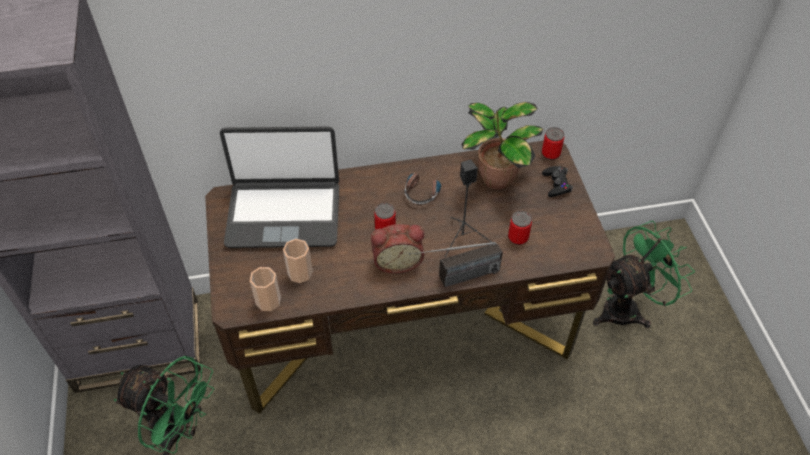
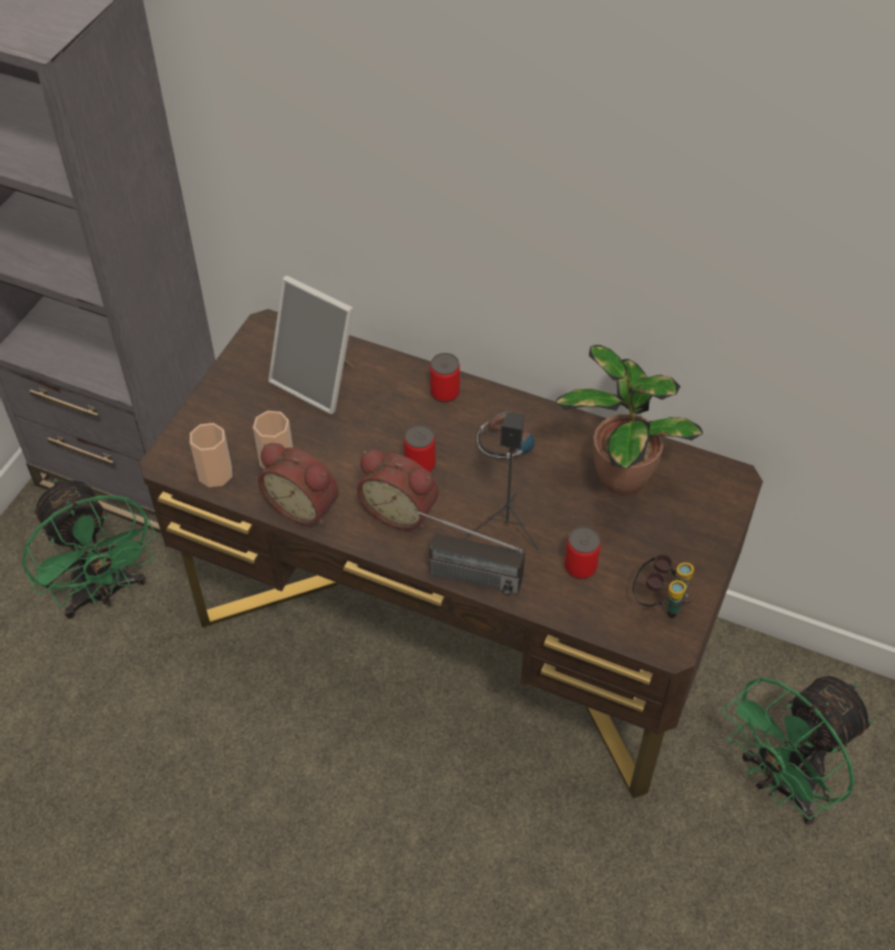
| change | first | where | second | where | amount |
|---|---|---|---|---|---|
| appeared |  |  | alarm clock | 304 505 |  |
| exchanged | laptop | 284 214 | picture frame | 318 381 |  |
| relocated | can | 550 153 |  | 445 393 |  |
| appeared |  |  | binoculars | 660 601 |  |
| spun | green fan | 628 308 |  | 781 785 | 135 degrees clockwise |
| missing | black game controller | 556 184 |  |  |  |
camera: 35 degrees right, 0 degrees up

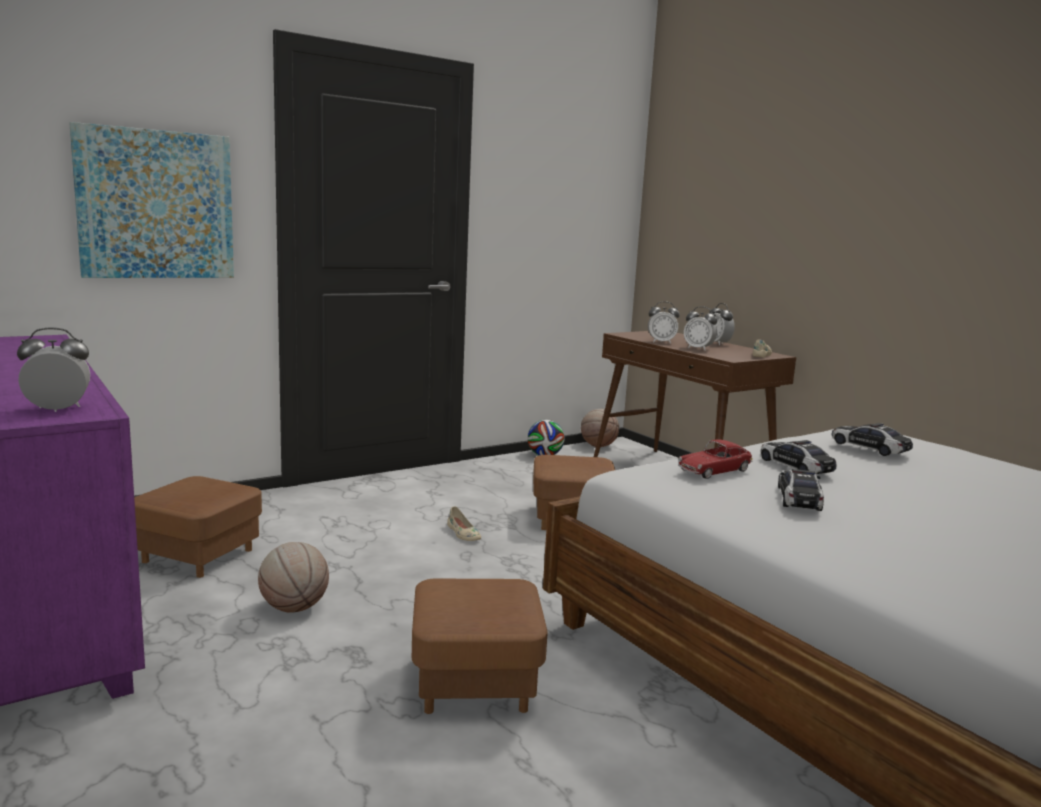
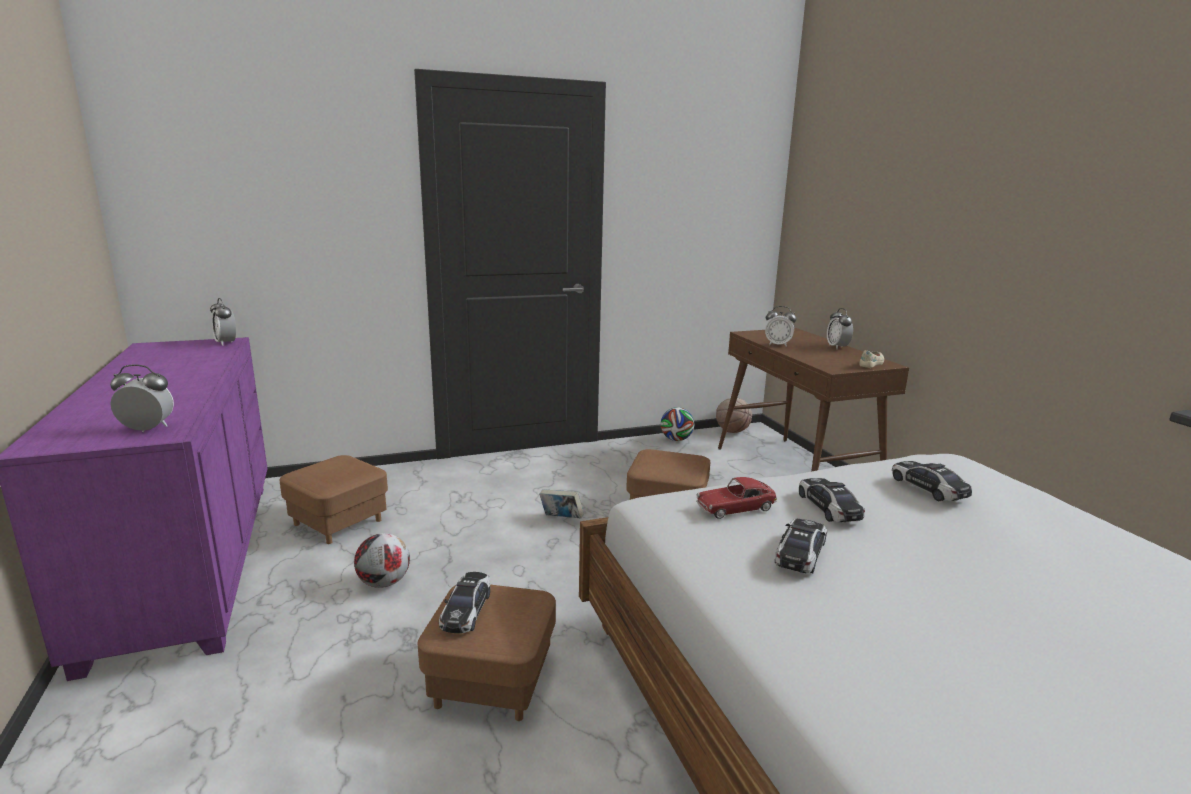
| change | first | where | second | where | amount |
|---|---|---|---|---|---|
| relocated | alarm clock | 698 349 |  | 226 343 |  |
| exchanged | basketball | 294 608 | football | 384 582 |  |
| appeared |  |  | toy car | 466 610 |  |
| exchanged | beige shoe | 463 534 | book | 561 519 |  |
| missing | picture | 156 205 |  |  |  |
camera: 15 degrees right, 5 degrees up

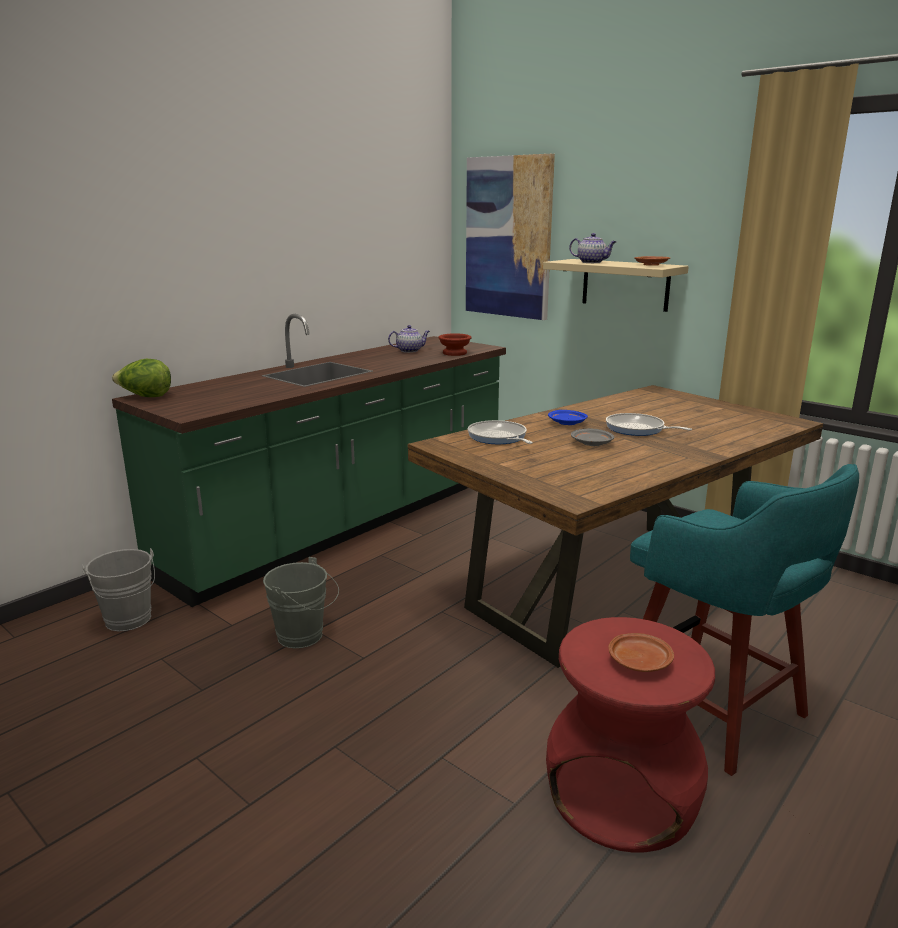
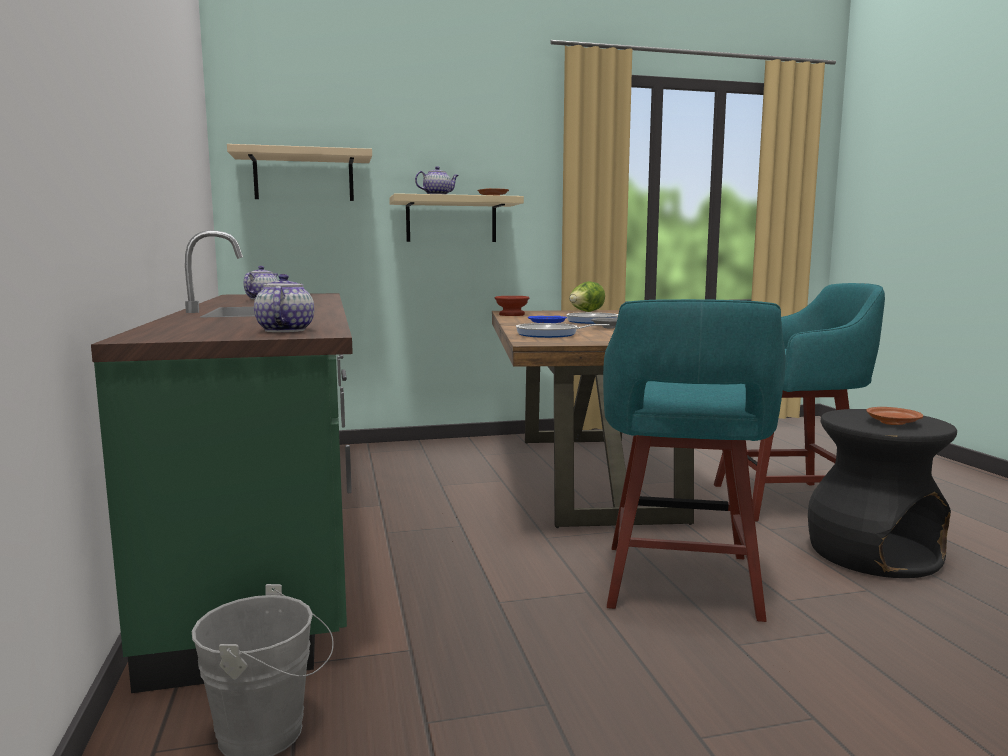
| change | first | where | second | where | amount |
|---|---|---|---|---|---|
| exchanged | picture | 508 238 | beige shelf | 304 177 |  |
| appeared |  |  | teapot | 285 330 |  |
| relocated | brown bowl | 453 353 |  | 511 315 |  |
| relocated | lettuce | 145 397 |  | 586 312 |  |
| appeared |  |  | turquoise stool | 680 583 |  |
| colour | red stool | 622 795 | black stool | 872 553 |  |
| missing | grey bucket | 304 637 |  |  |  |
camera: 55 degrees left, 10 degrees down

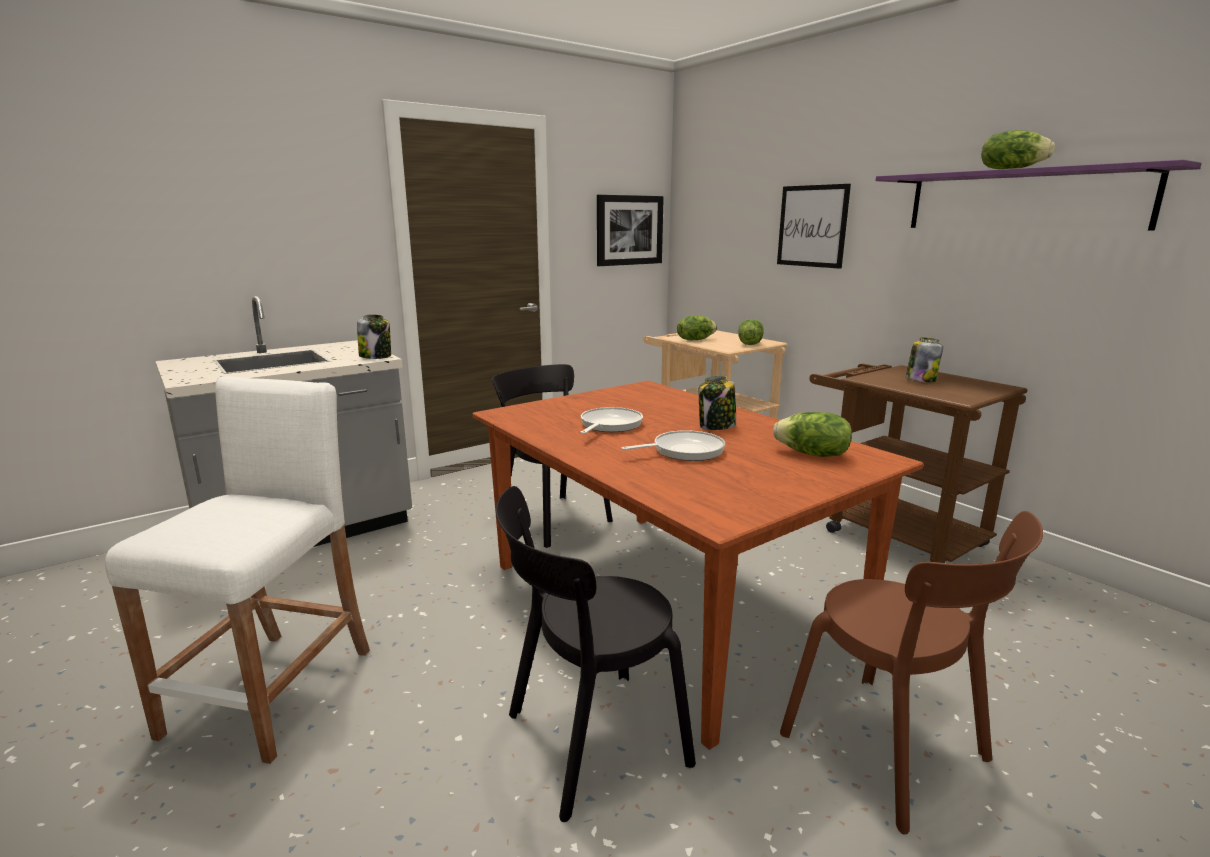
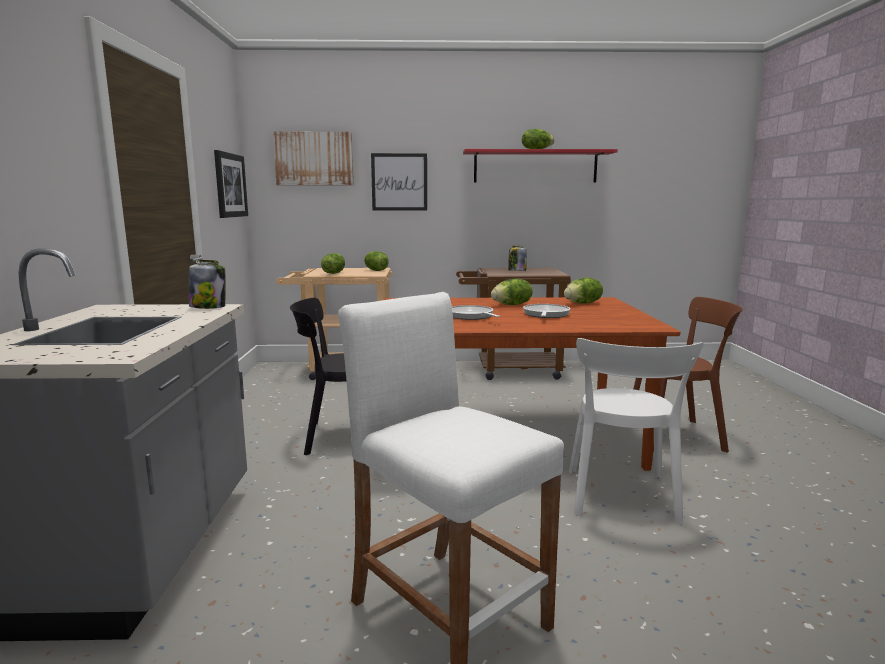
| change | first | where | second | where | amount |
|---|---|---|---|---|---|
| appeared |  |  | picture | 314 158 |  |
| colour | purple shelf | 1022 200 | red shelf | 535 167 |  |
| exchanged | jar | 716 426 | lettuce | 512 305 |  |
| colour | black chair | 589 741 | white chair | 621 498 |  |
camera: 55 degrees left, 5 degrees down

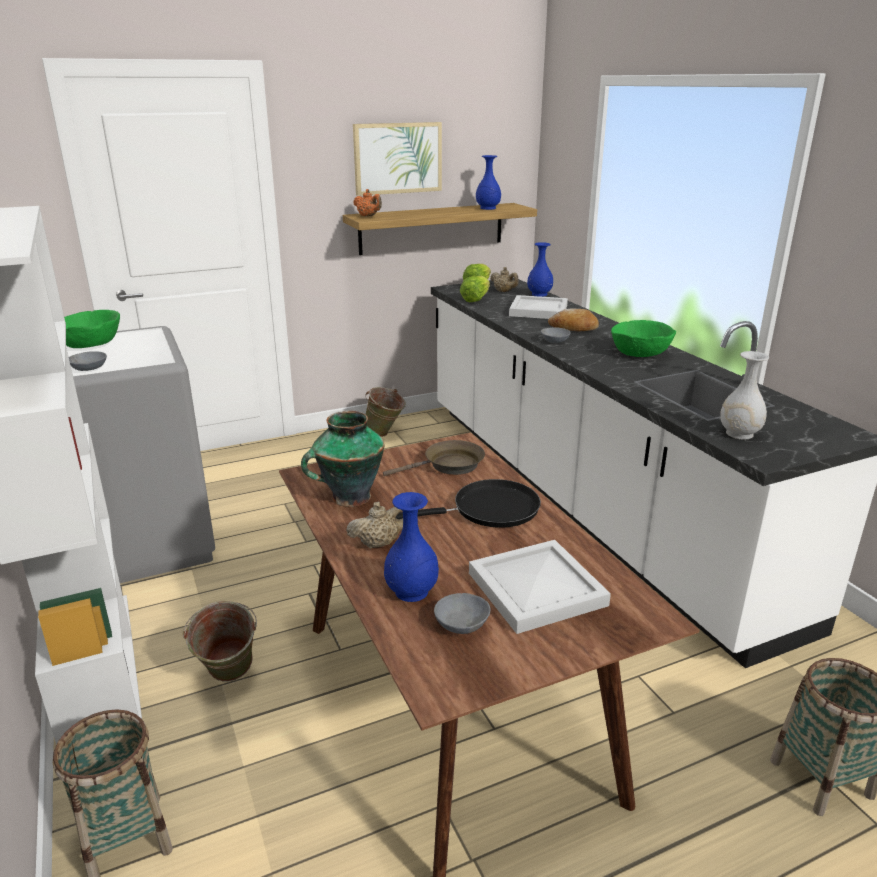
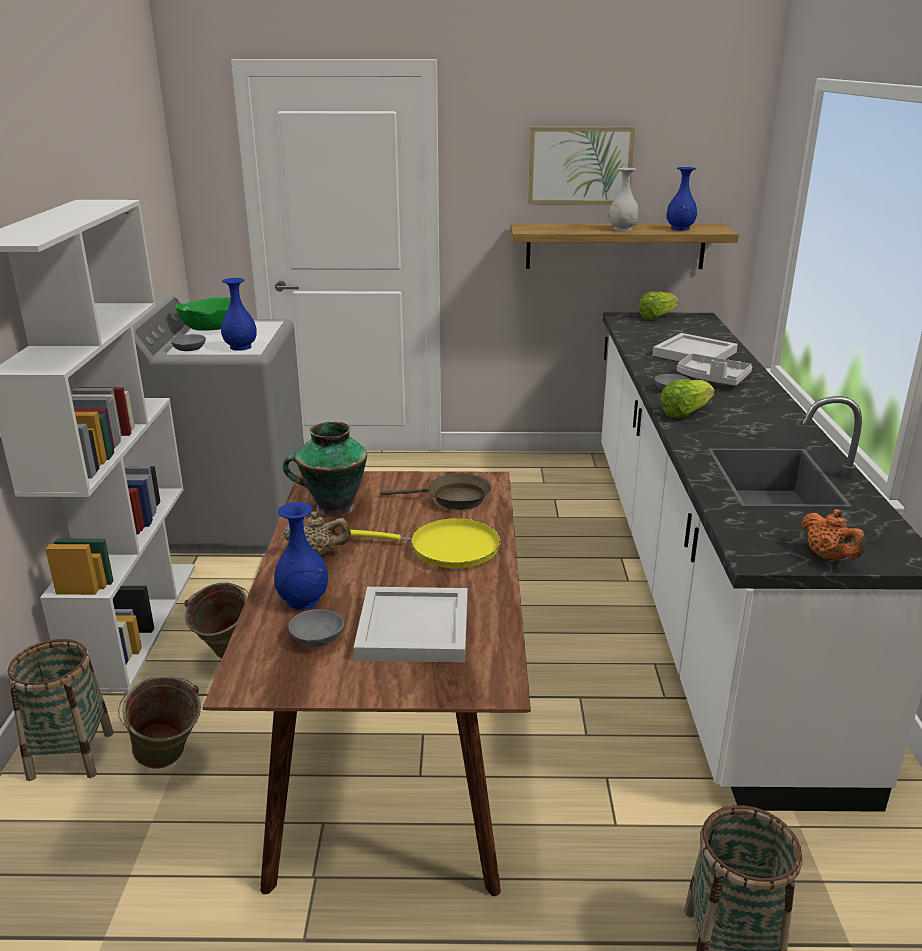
| change | first | where | second | where | amount |
|---|---|---|---|---|---|
| relocated | green bucket | 384 434 |  | 168 763 |  |
| relocated | blue vase | 539 294 |  | 241 347 |  |
| colour | black frying pan | 490 510 | yellow frying pan | 447 548 |  |
| relocated | white vase | 739 433 |  | 622 229 |  |
| relocated | lettuce | 475 299 |  | 684 413 |  |
| exchanged | bread | 574 328 | grey tray | 712 379 |  |
| relocated | orange teapot | 368 216 |  | 828 557 |  |
| missing | beige teapot | 504 291 |  |  |  |
| missing | green bowl | 639 353 |  |  |  |
camera: 25 degrees right, 0 degrees up

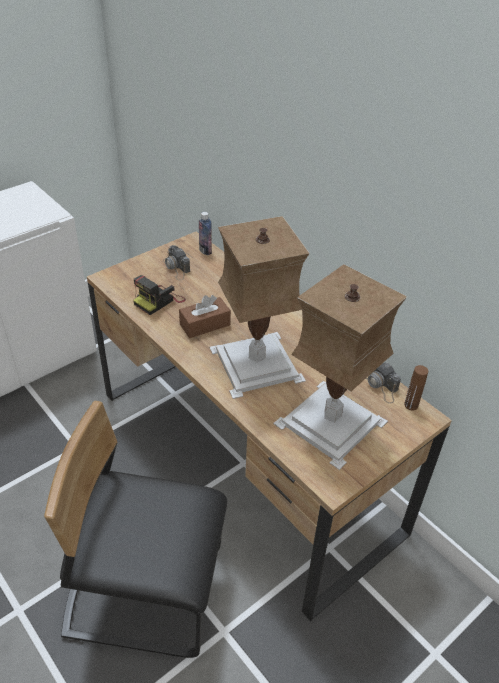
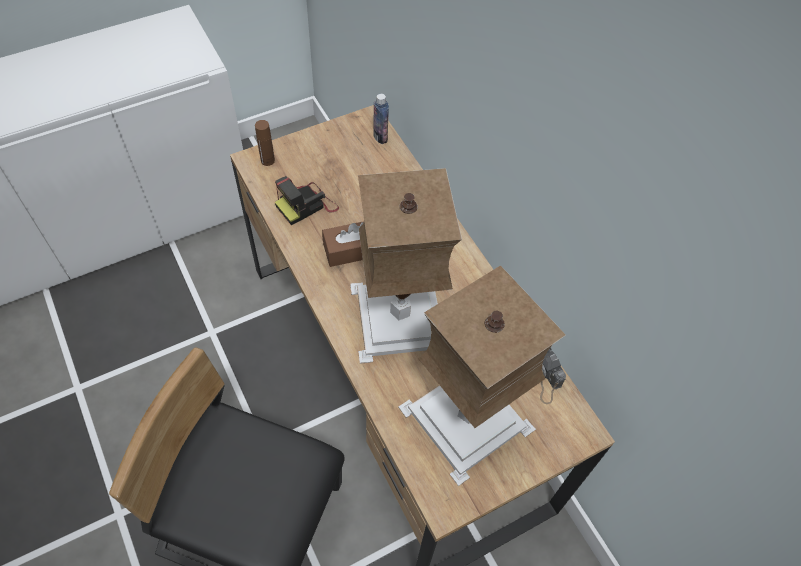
| change | first | where | second | where | amount |
|---|---|---|---|---|---|
| relocated | brown bottle | 411 405 |  | 267 160 |  |
| missing | photo camera | 176 268 |  |  |  |
camera: 10 degrees right, 15 degrees up

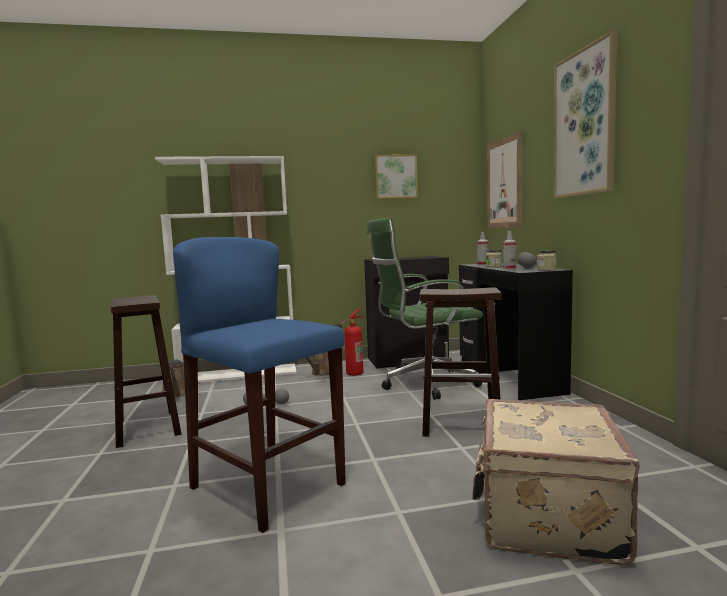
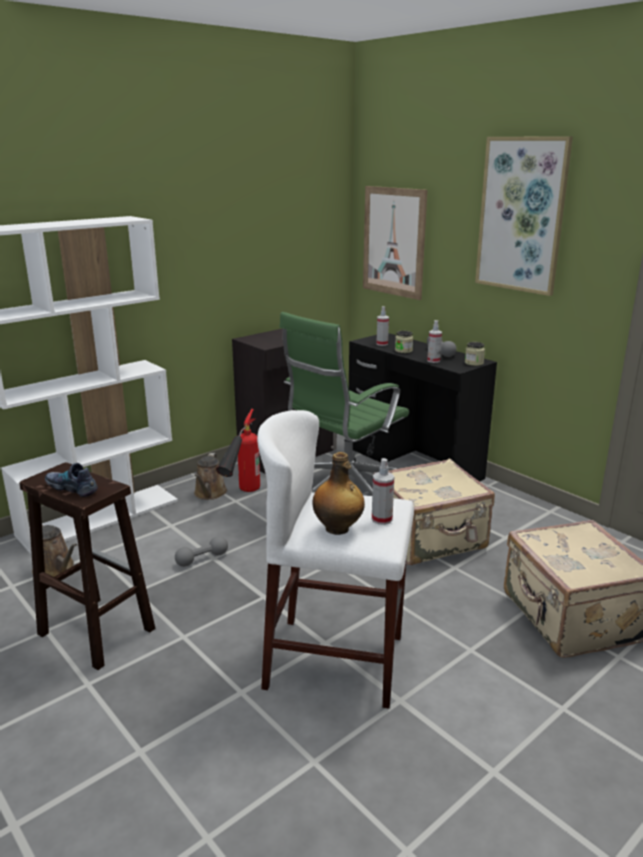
| change | first | where | second | where | amount |
|---|---|---|---|---|---|
| appeared |  |  | shoe | 72 488 |  |
| colour | blue stool | 267 486 | white stool | 335 661 |  |
| appeared |  |  | bottle | 338 529 |  |
| appeared |  |  | spray bottle | 382 519 |  |
| exchanged | brown stool | 462 425 | beige suitcase | 430 539 |  |
| missing | picture | 395 176 |  |  |  |
camera: 30 degrees left, 15 degrees up

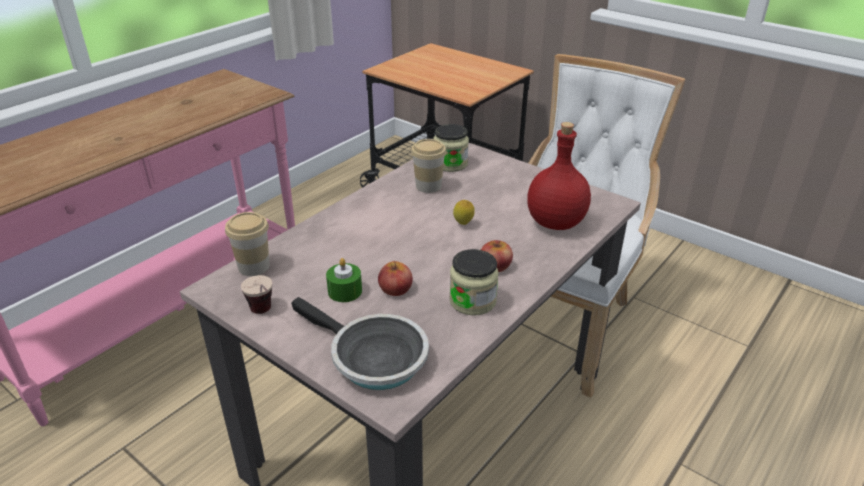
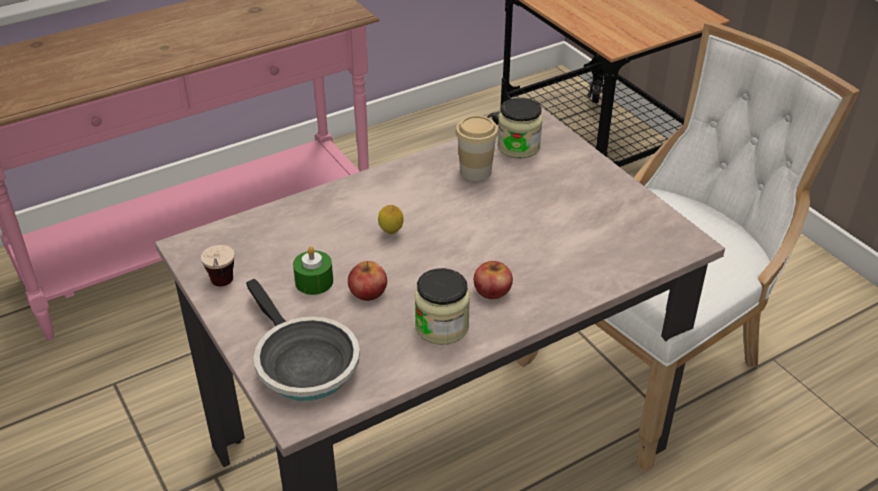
| change | first | where | second | where | amount |
|---|---|---|---|---|---|
| relocated | lemon | 463 224 |  | 391 233 |  |
| missing | cup | 254 266 |  |  |  |
| missing | red bottle | 554 222 |  |  |  |
camera: 20 degrees right, 5 degrees up

